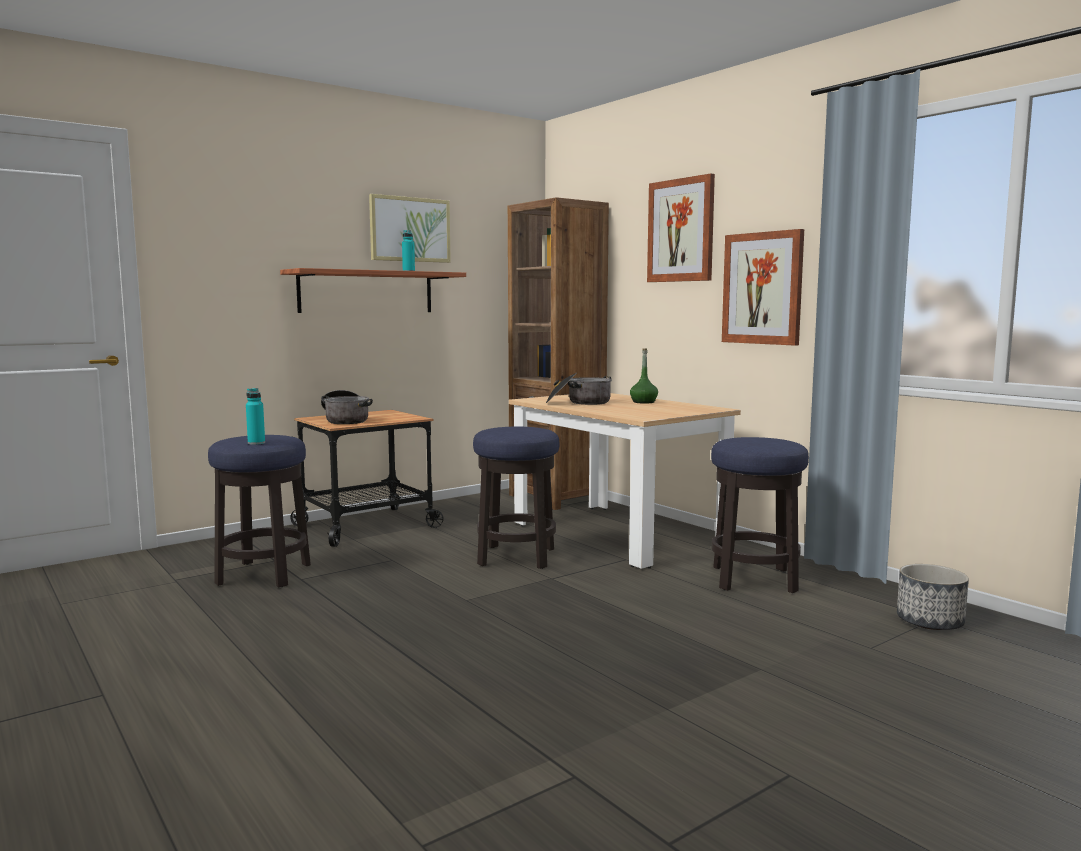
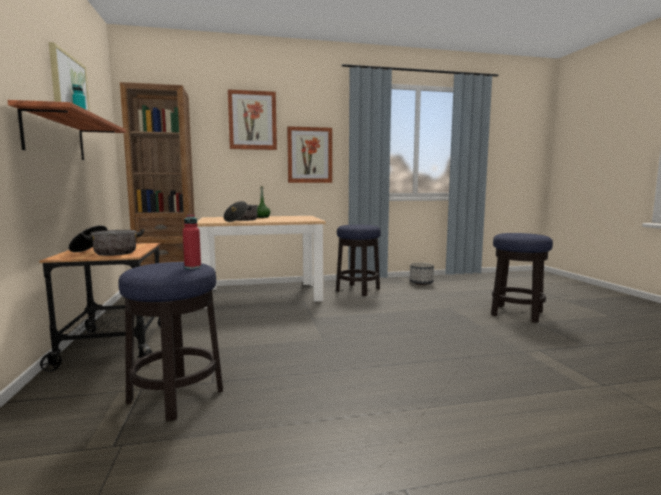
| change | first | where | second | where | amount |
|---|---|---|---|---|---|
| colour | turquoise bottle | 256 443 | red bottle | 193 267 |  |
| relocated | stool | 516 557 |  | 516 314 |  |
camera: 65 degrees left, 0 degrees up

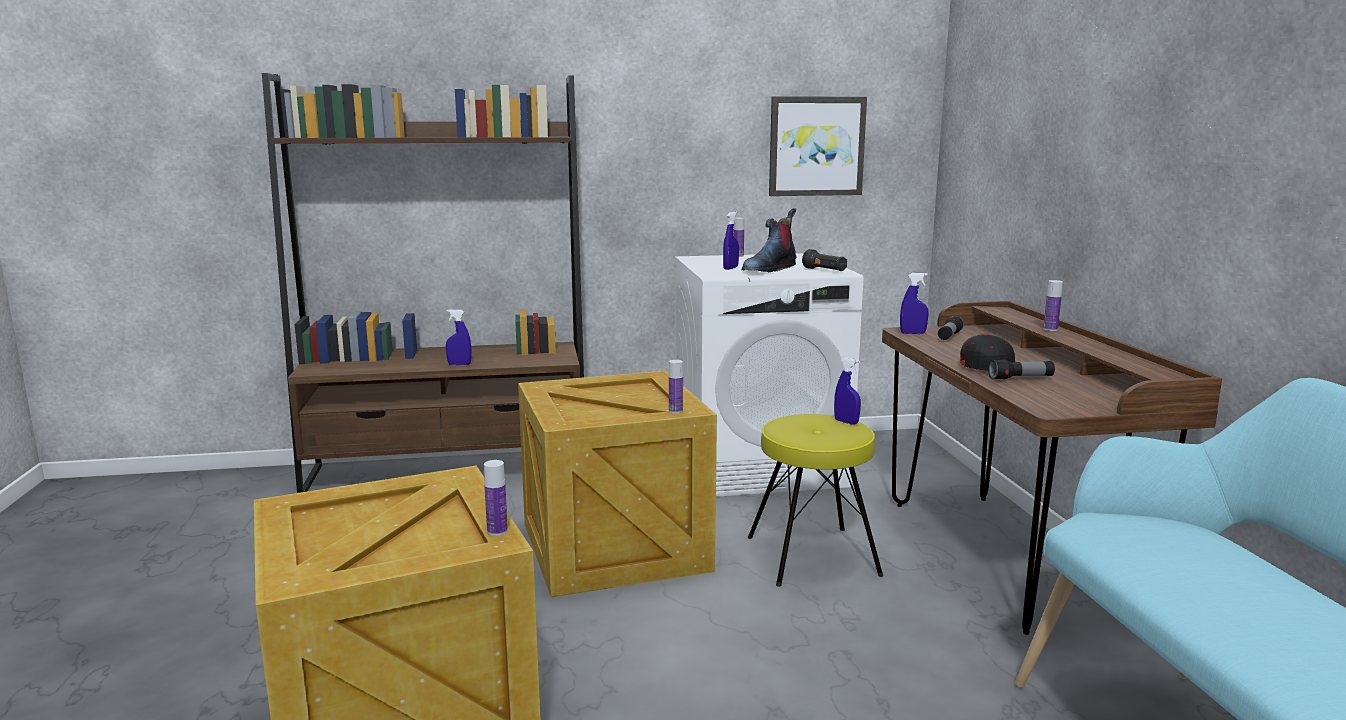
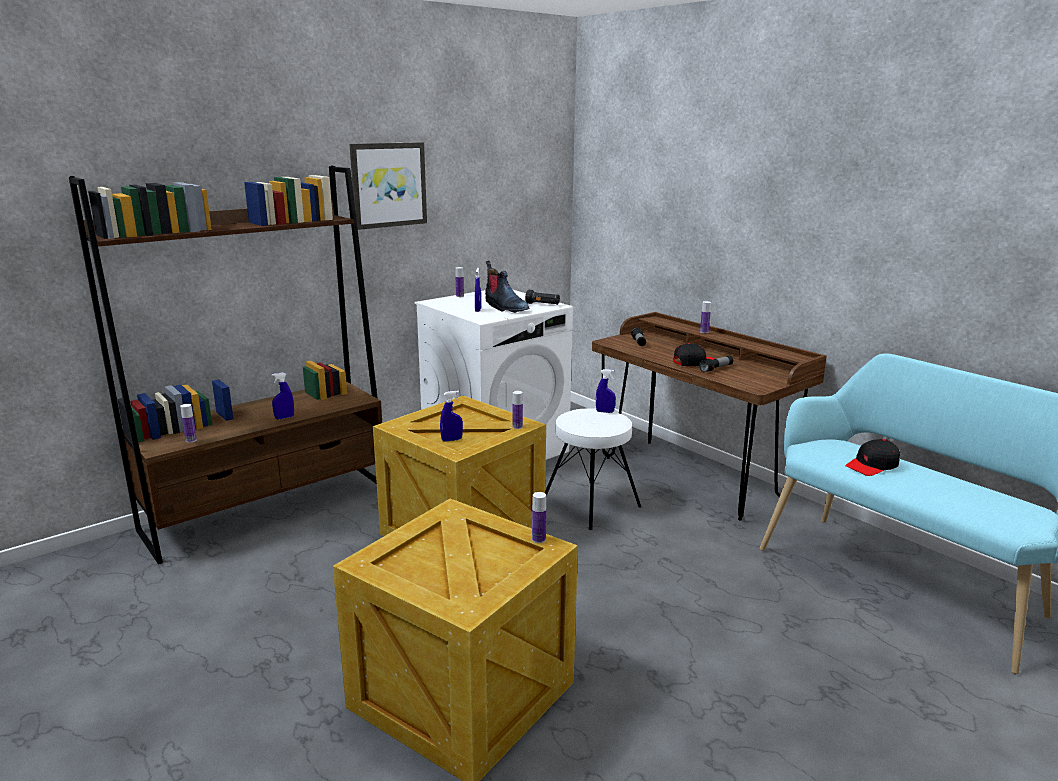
| change | first | where | second | where | amount |
|---|---|---|---|---|---|
| appeared |  |  | bottle | 191 440 |  |
| relocated | picture | 816 146 |  | 388 185 |  |
| relocated | blue spray bottle | 912 333 |  | 451 440 |  |
| spun | boot | 769 269 |  | 504 307 | 45 degrees counterclockwise |
| colour | yellow stool | 811 555 | white stool | 590 504 |  |
| appeared |  |  | black cap | 872 466 |  |
camera: 30 degrees left, 5 degrees up

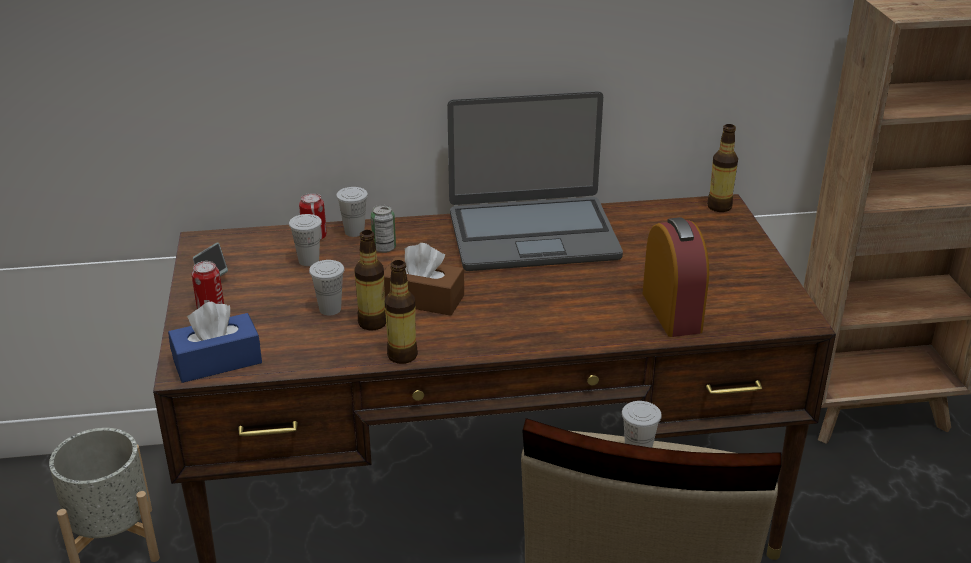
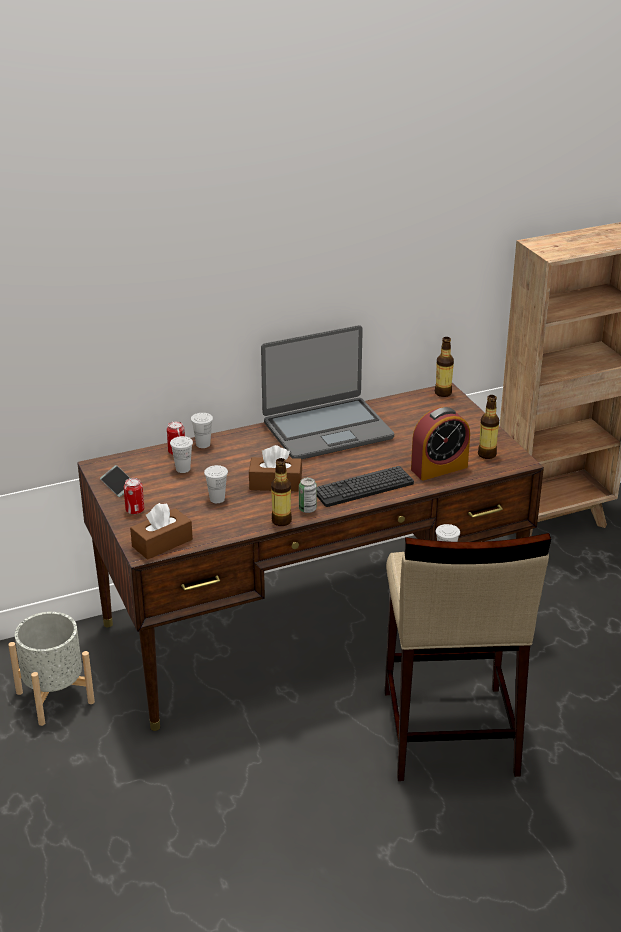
| change | first | where | second | where | amount |
|---|---|---|---|---|---|
| colour | blue tissue box | 217 361 | brown tissue box | 162 543 |  |
| relocated | can | 384 248 |  | 307 509 |  |
| appeared |  |  | keyboard | 363 487 |  |
| spun | alarm clock | 671 312 |  | 439 468 | 90 degrees clockwise |
| relocated | bottle | 372 323 |  | 487 454 |  |
camera: 15 degrees left, 0 degrees up

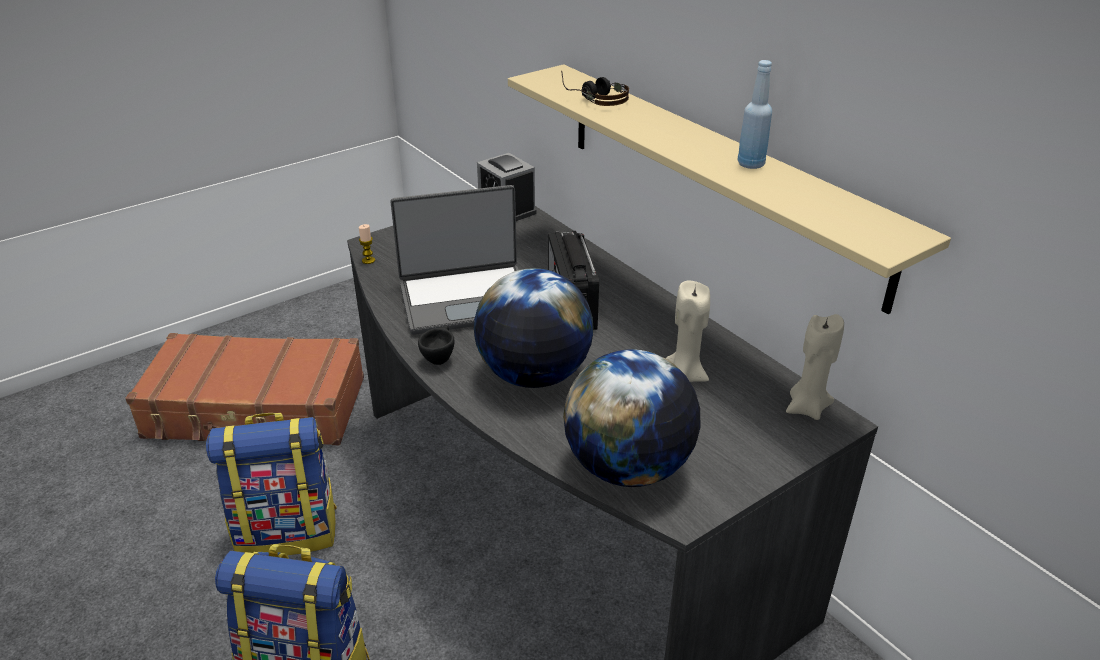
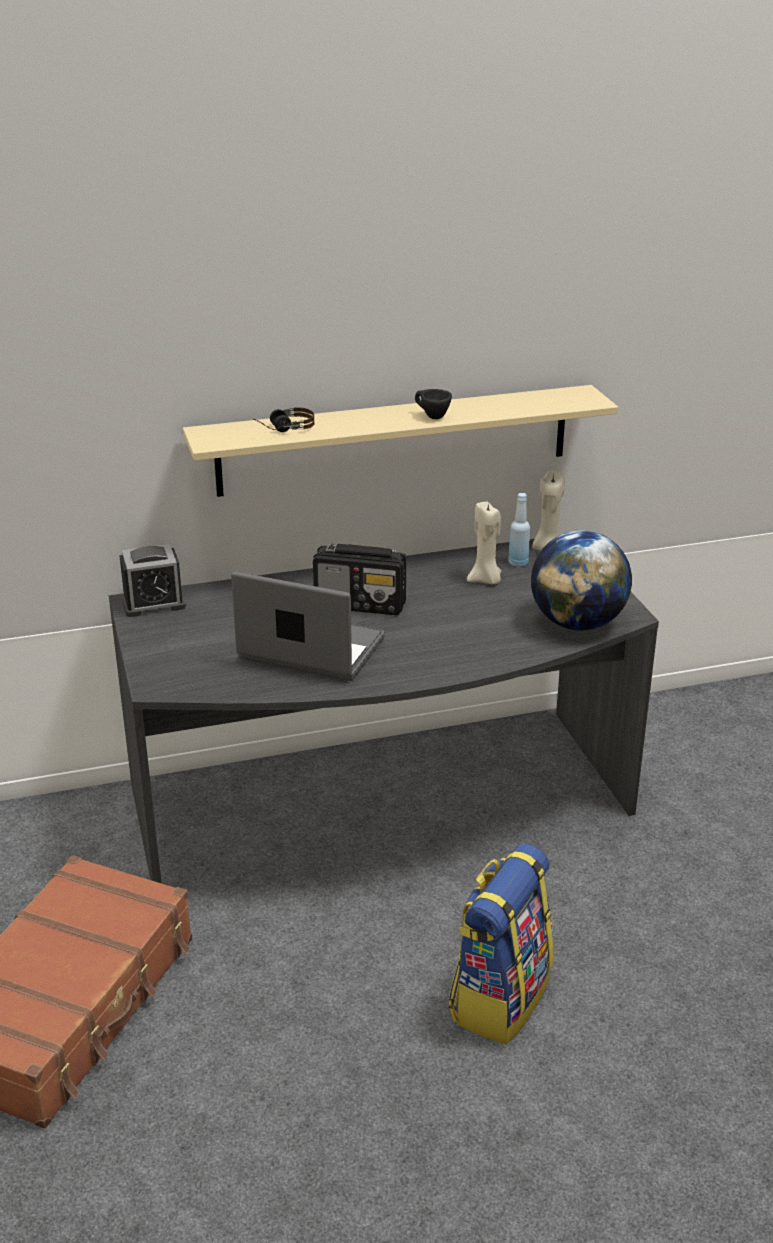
| change | first | where | second | where | amount |
|---|---|---|---|---|---|
| spun | laptop | 466 299 |  | 310 650 | 75 degrees counterclockwise |
| relocated | black cup | 439 358 |  | 431 416 |  |
| relocated | blue bottle | 750 164 |  | 518 563 |  |
| missing | backpack | 288 531 |  |  |  |
| missing | candle | 368 260 |  |  |  |
| missing | globe | 534 375 |  |  |  |
camera: 70 degrees left, 5 degrees down

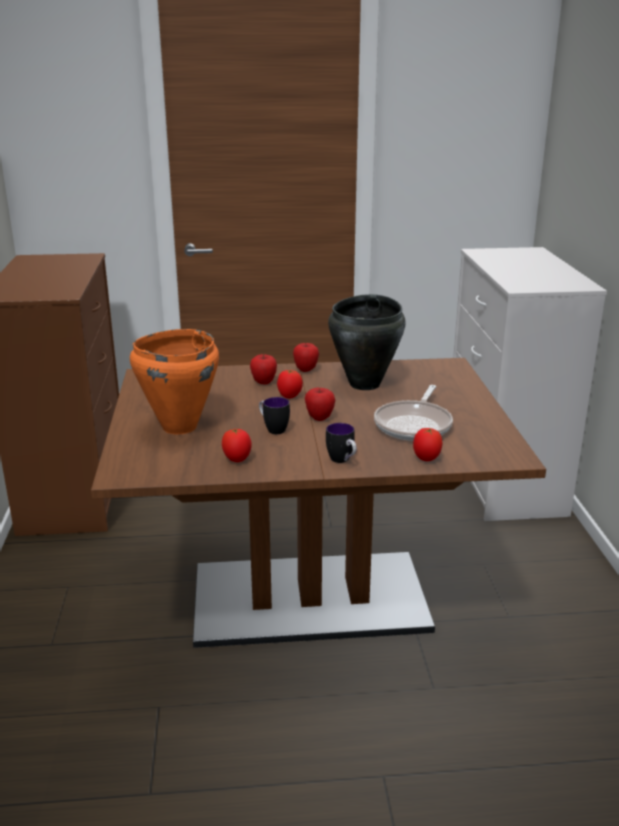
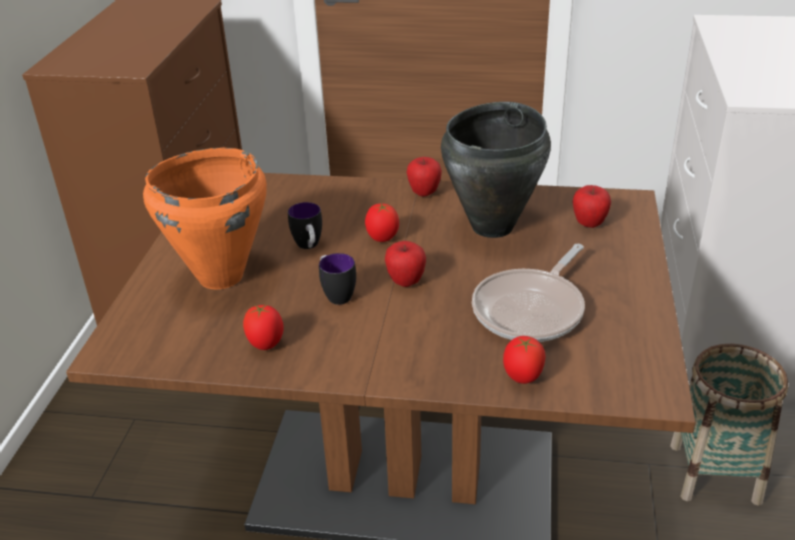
| change | first | where | second | where | amount |
|---|---|---|---|---|---|
| relocated | mug | 342 461 |  | 309 247 |  |
| relocated | apple | 263 382 |  | 589 224 |  |
| appeared |  |  | basket | 715 473 |  |
camera: 15 degrees right, 10 degrees up

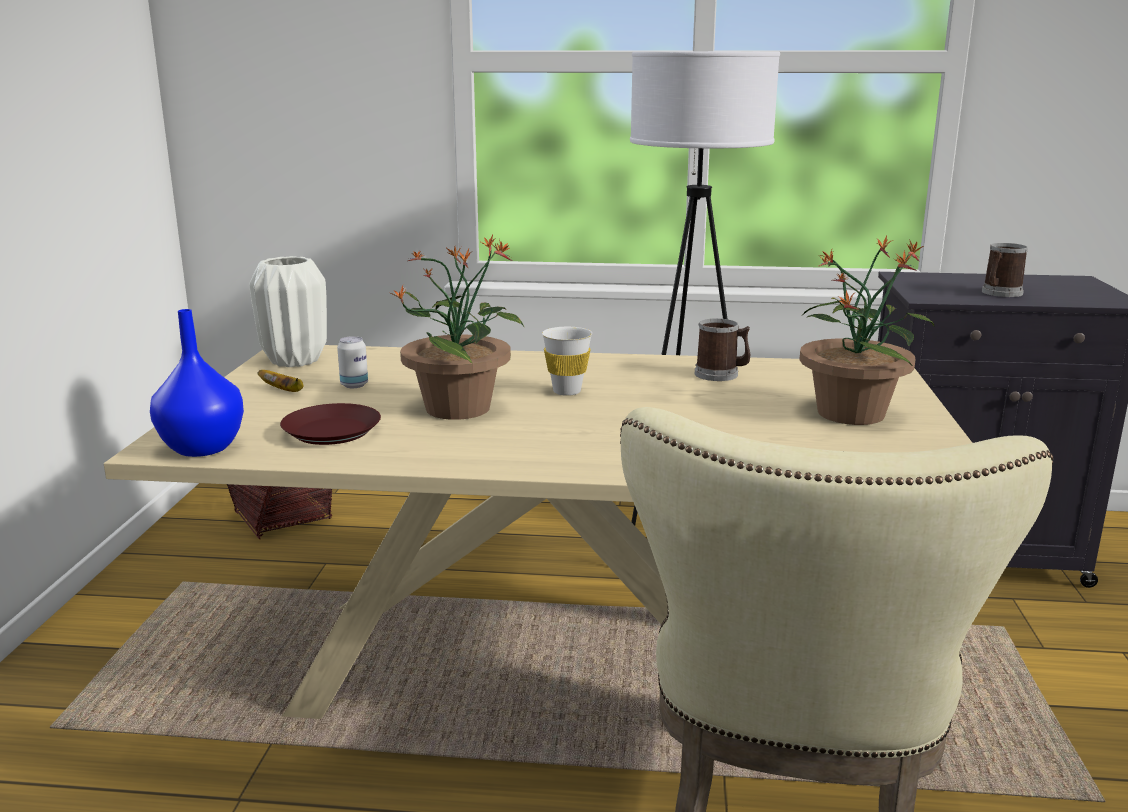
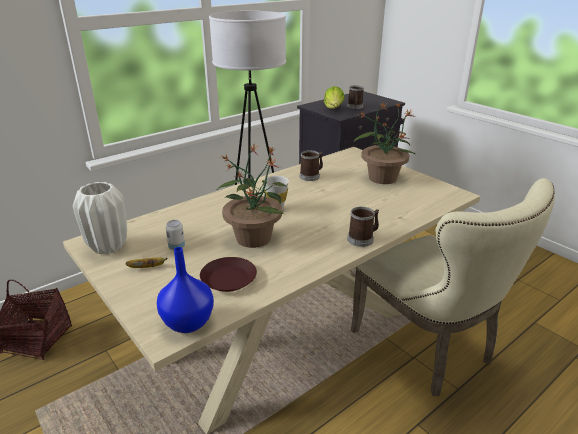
| change | first | where | second | where | amount |
|---|---|---|---|---|---|
| appeared |  |  | lettuce | 333 109 |  |
| appeared |  |  | mug | 363 239 |  |
camera: 45 degrees left, 10 degrees up

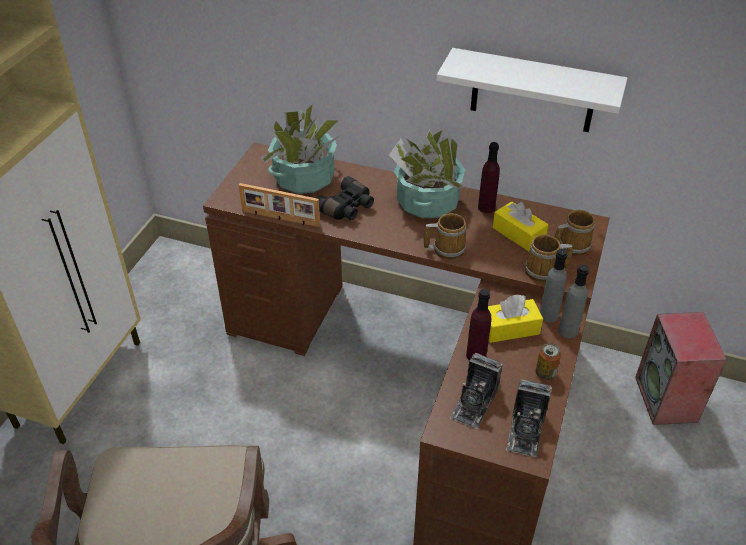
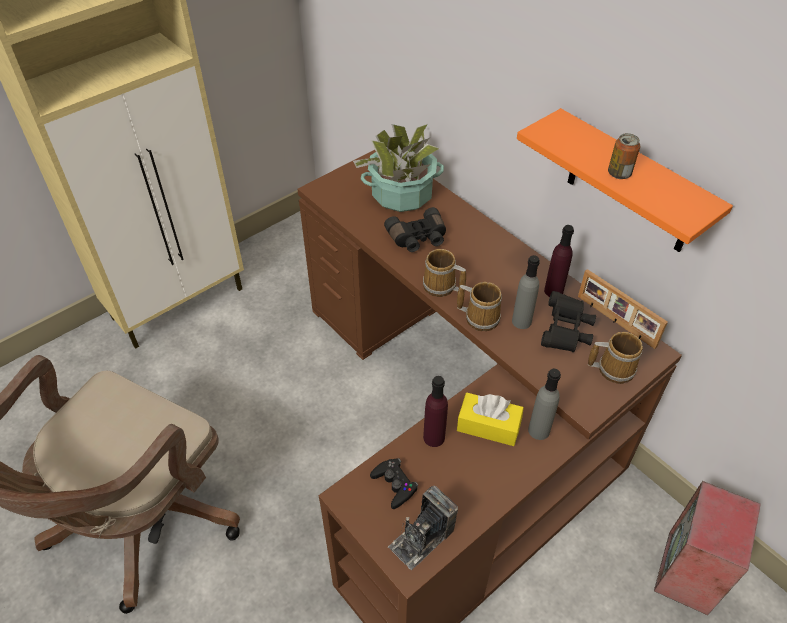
| change | first | where | second | where | amount |
|---|---|---|---|---|---|
| exchanged | photo camera | 474 404 | black game controller | 394 485 |  |
| relocated | mug | 543 272 |  | 441 287 |  |
| relocated | grey bottle | 568 331 |  | 521 321 |  |
| colour | white shelf | 533 91 | orange shelf | 631 184 |  |
| exchanged | yellow tissue box | 518 234 | black binoculars | 565 332 |  |
| relocated | picture frame | 280 219 |  | 615 321 |  |
| relocated | can | 545 373 |  | 619 173 |  |
| missing | potted plant | 427 202 |  |  |  |
camera: 30 degrees right, 5 degrees up

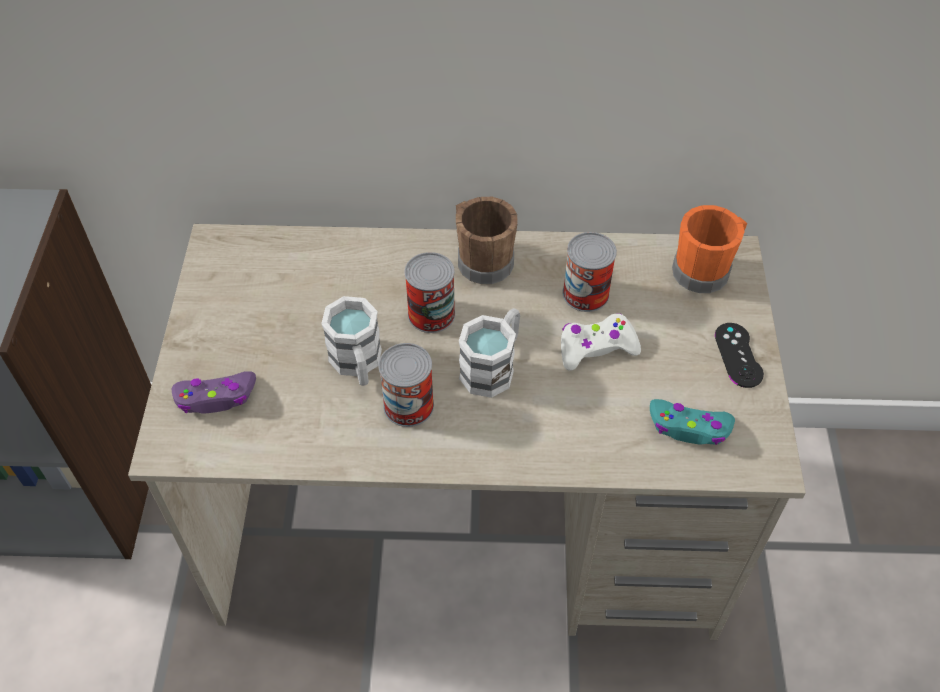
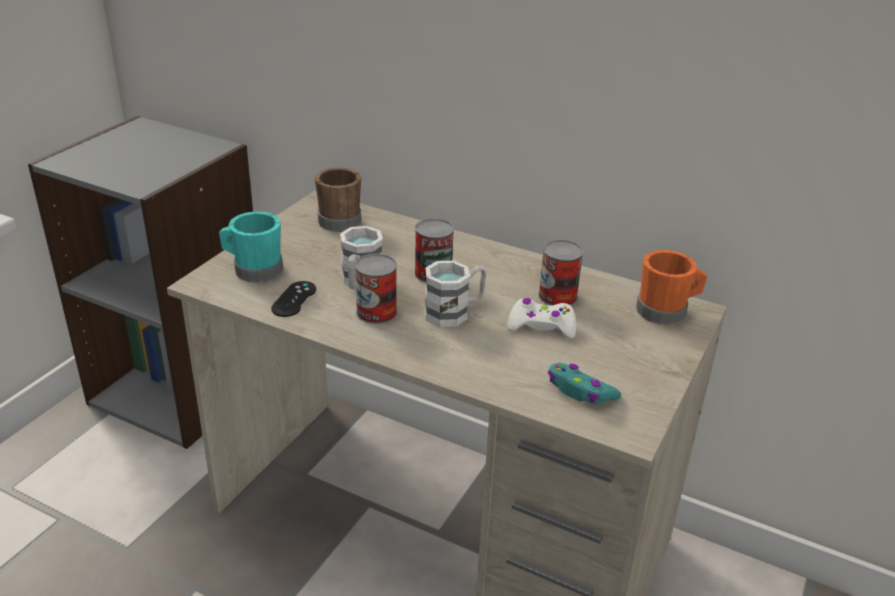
| change | first | where | second | where | amount |
|---|---|---|---|---|---|
| exchanged | purple game controller | 216 398 | turquoise mug | 253 270 |  |
| relocated | black game controller | 738 355 |  | 294 299 |  |
| relocated | brown mug | 481 259 |  | 339 219 |  |
camera: 25 degrees right, 20 degrees down

